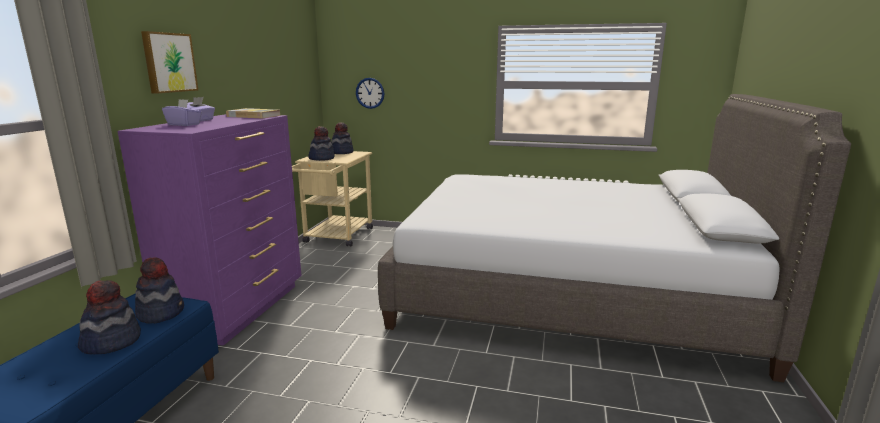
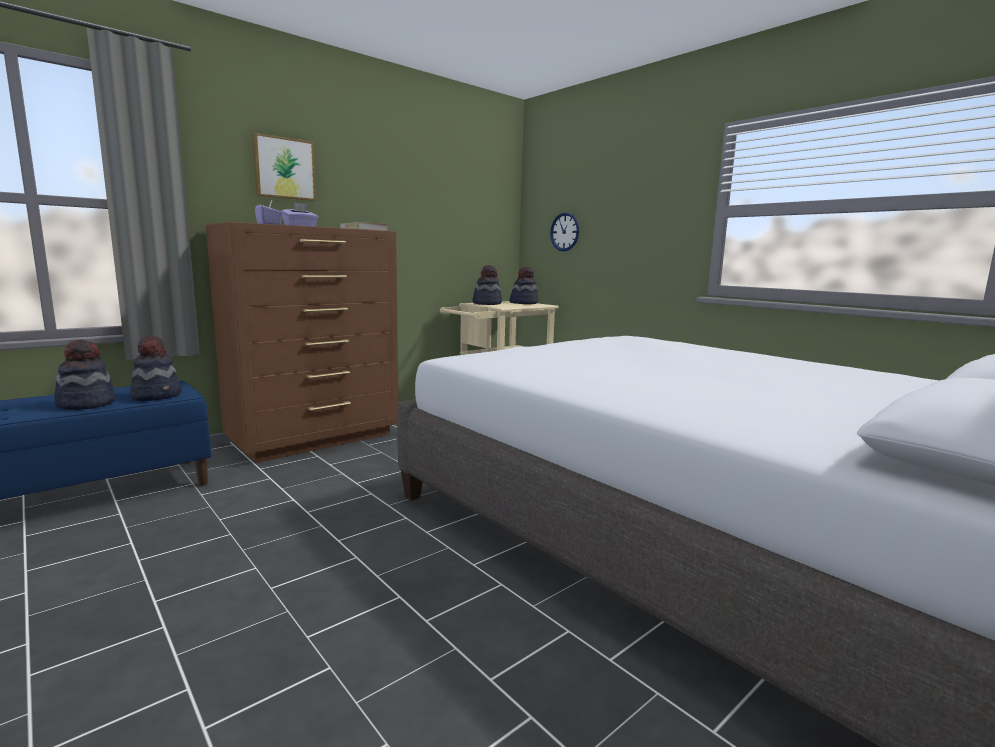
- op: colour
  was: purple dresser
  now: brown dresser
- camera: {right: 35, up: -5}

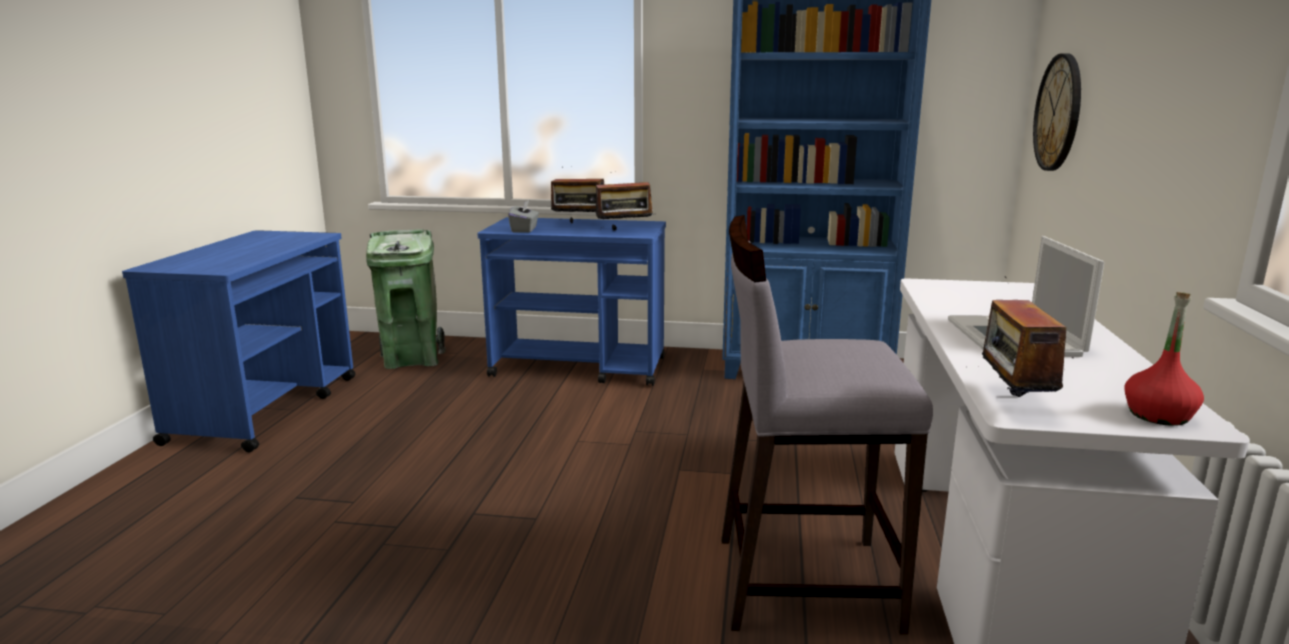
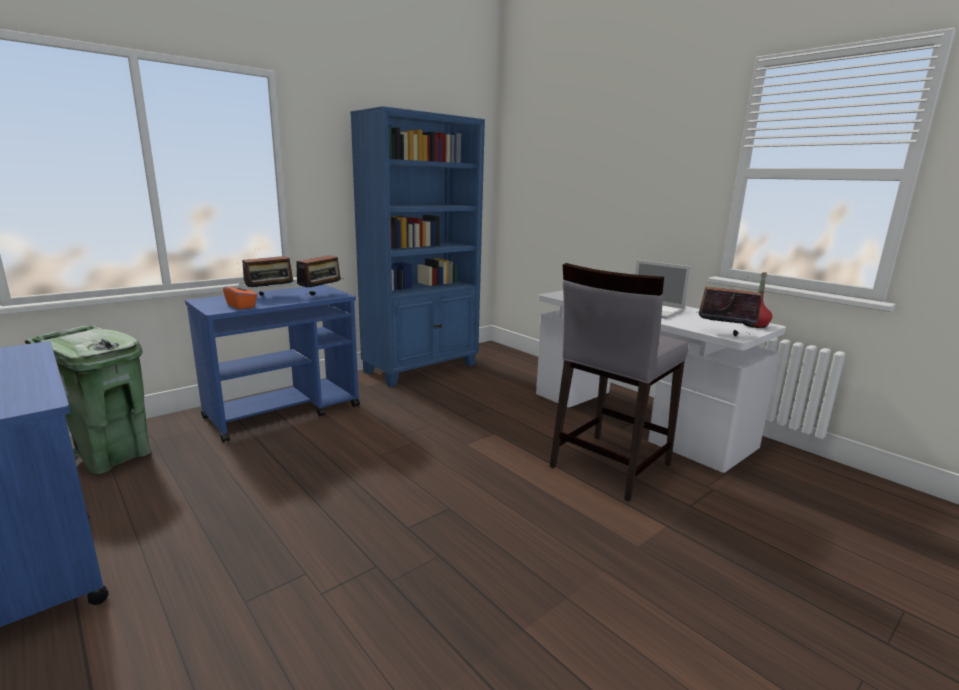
- op: colour
  was: grey tissue box
  now: orange tissue box
- op: spun
  was: radio (no. 3 from left)
  clockwise: 150
- op: missing
  was: wall clock
- camera: {right: -50, up: 0}

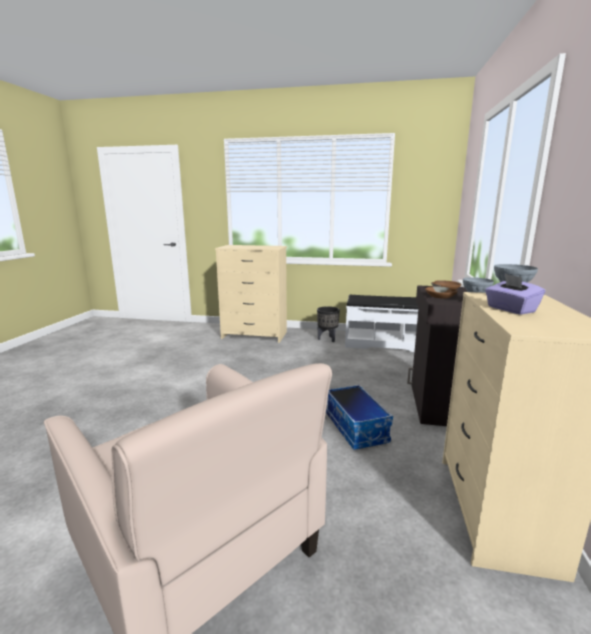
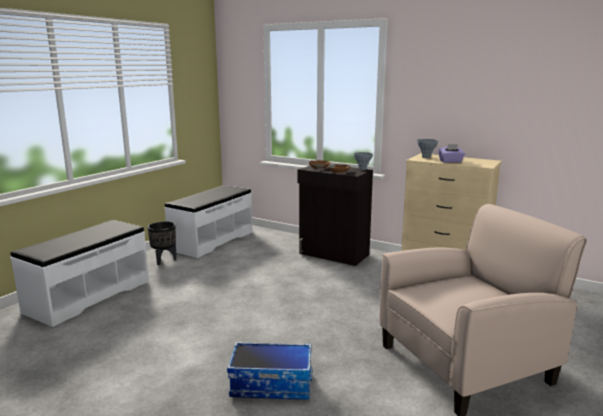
- op: exchanged
  was: beige dresser (no. 1 from left)
  now: white bench (no. 1 from left)
- op: relocated
  was: storage box
- camera: {right: -70, up: 0}

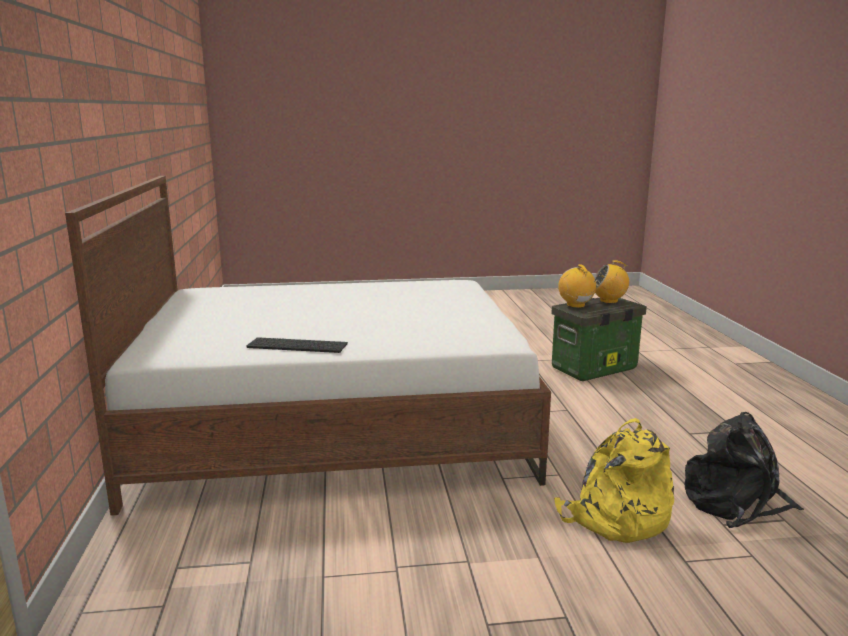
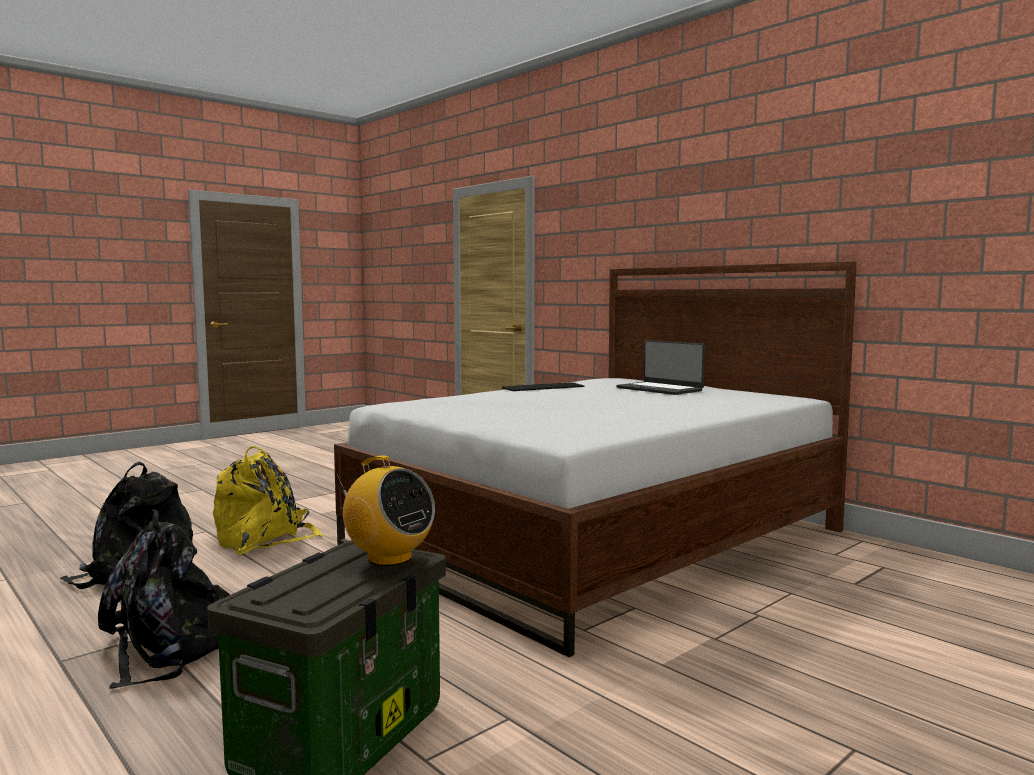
- op: appeared
  now: black backpack (no. 2 from left)
- op: appeared
  now: laptop
- op: missing
  was: radio (no. 2 from left)
- camera: {right: 145, up: -10}

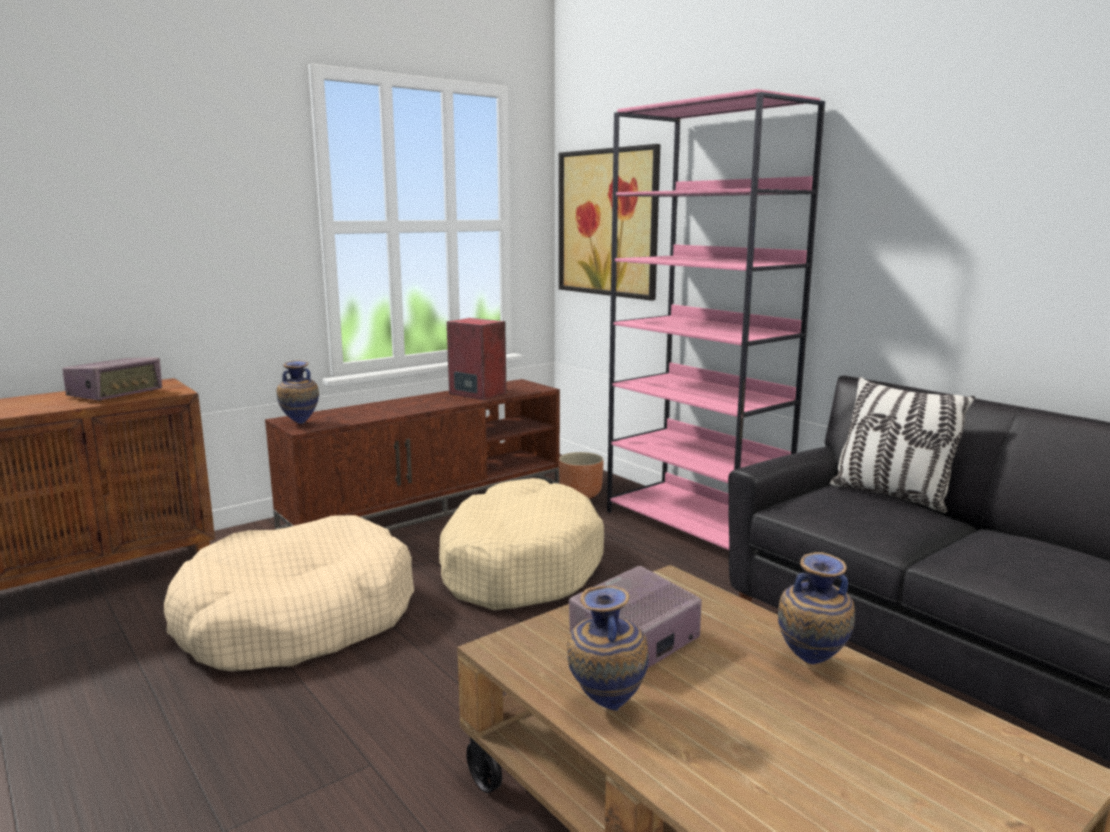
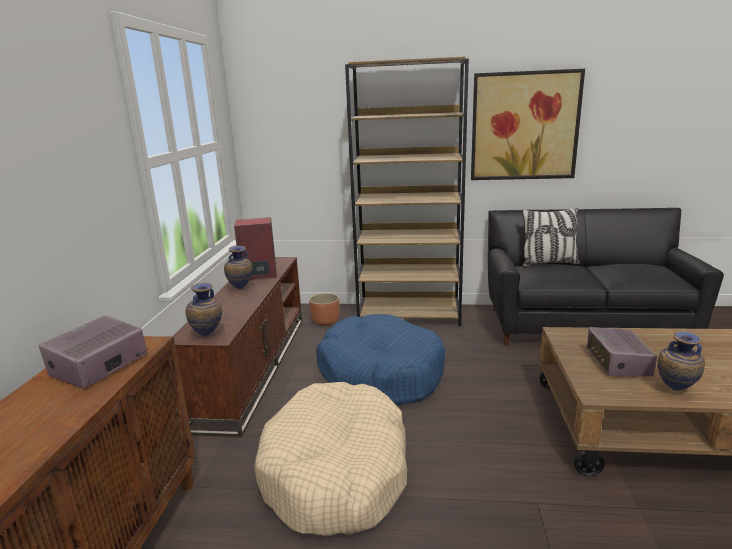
- op: spun
  was: radio (no. 1 from left)
  clockwise: -135
- op: relocated
  was: vase (no. 3 from left in the first image)
  now: vase (no. 2 from left)
- op: colour
  was: beige dog bed (no. 2 from left)
  now: blue dog bed
- op: colour
  was: pink bookcase
  now: brown bookcase
- op: relocated
  was: picture
- camera: {right: -45, up: 5}

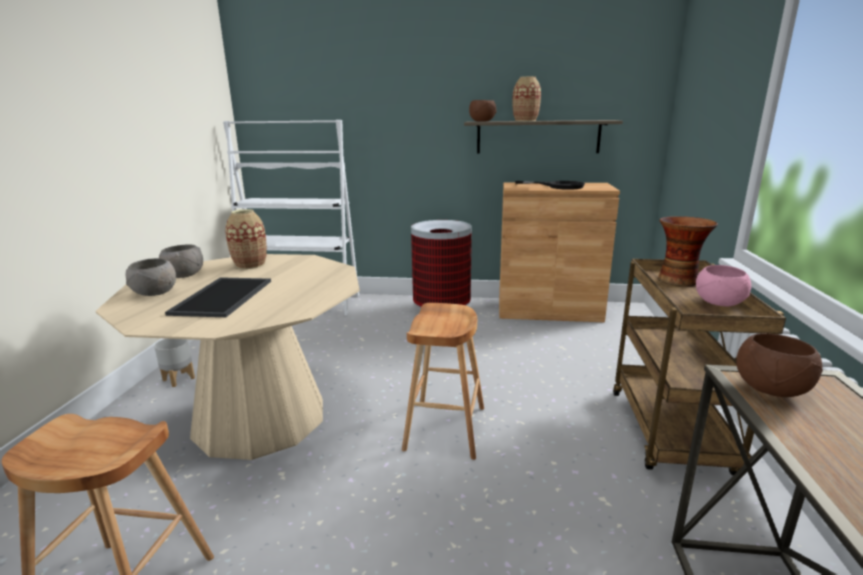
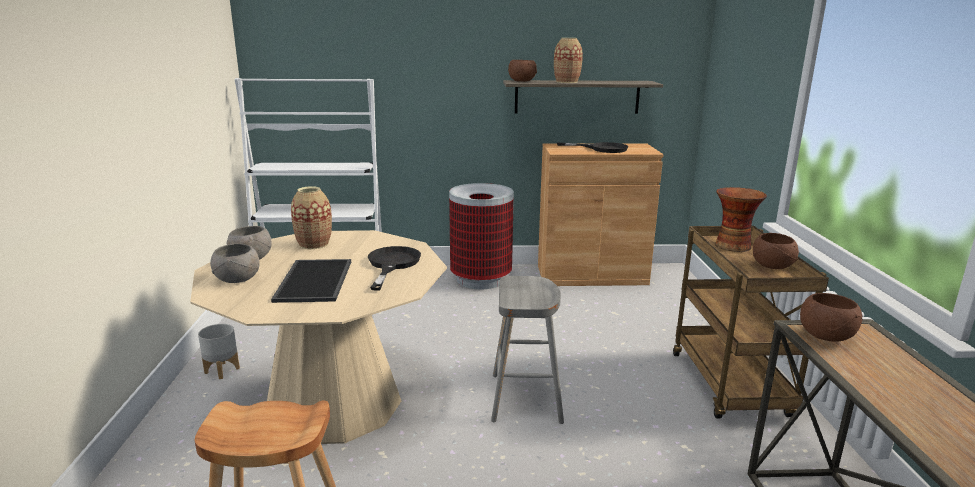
- op: appeared
  now: black frying pan (no. 1 from left)
- op: colour
  was: brown stool (no. 2 from left)
  now: grey stool
- op: colour
  was: pink bowl
  now: brown bowl (no. 2 from left)
- camera: {right: -10, up: 0}

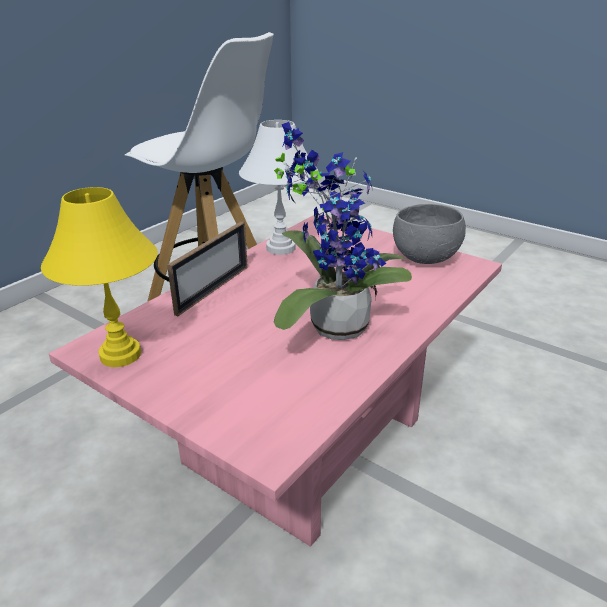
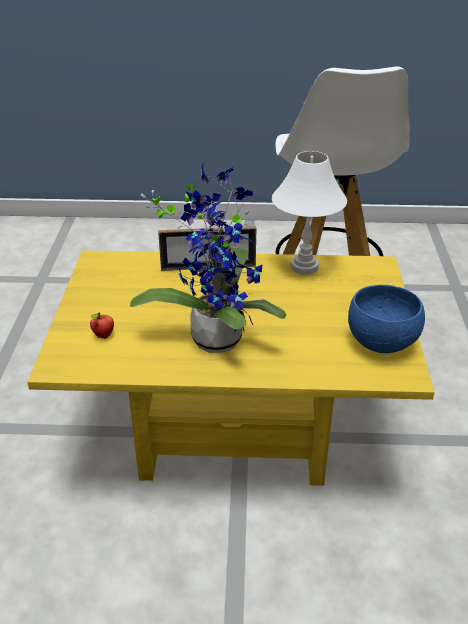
- op: colour
  was: pink coffee table
  now: yellow coffee table
- op: appeared
  now: apple
- op: colour
  was: grey bowl
  now: blue bowl
- op: missing
  was: yellow table lamp
- camera: {right: 55, up: 5}

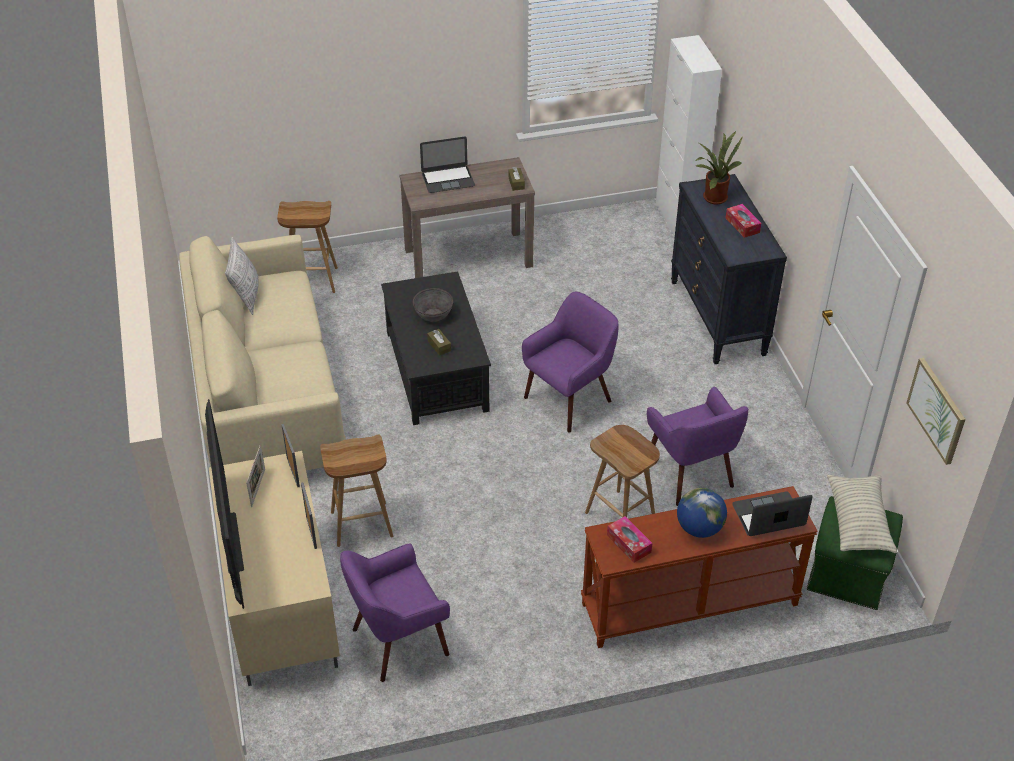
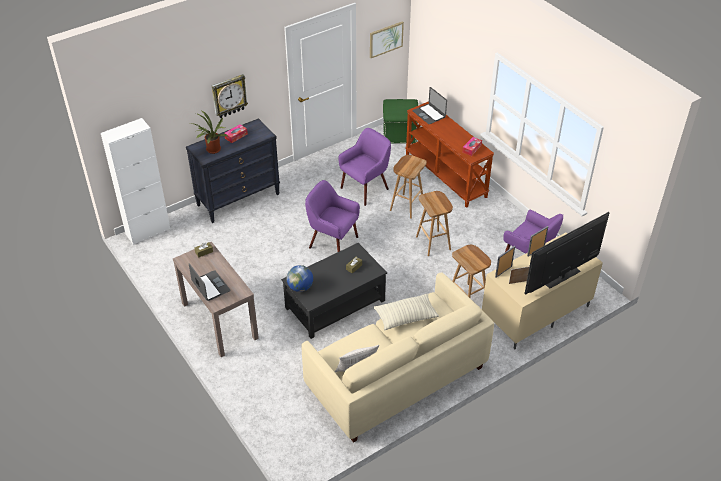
- op: appeared
  now: wall clock
- op: relocated
  was: globe
- op: relocated
  was: pillow (no. 2 from left)
- op: relocated
  was: brown stool (no. 1 from left in the first image)
  now: brown stool (no. 2 from left)
- op: missing
  was: grey bowl
- camera: {right: -110, up: 0}

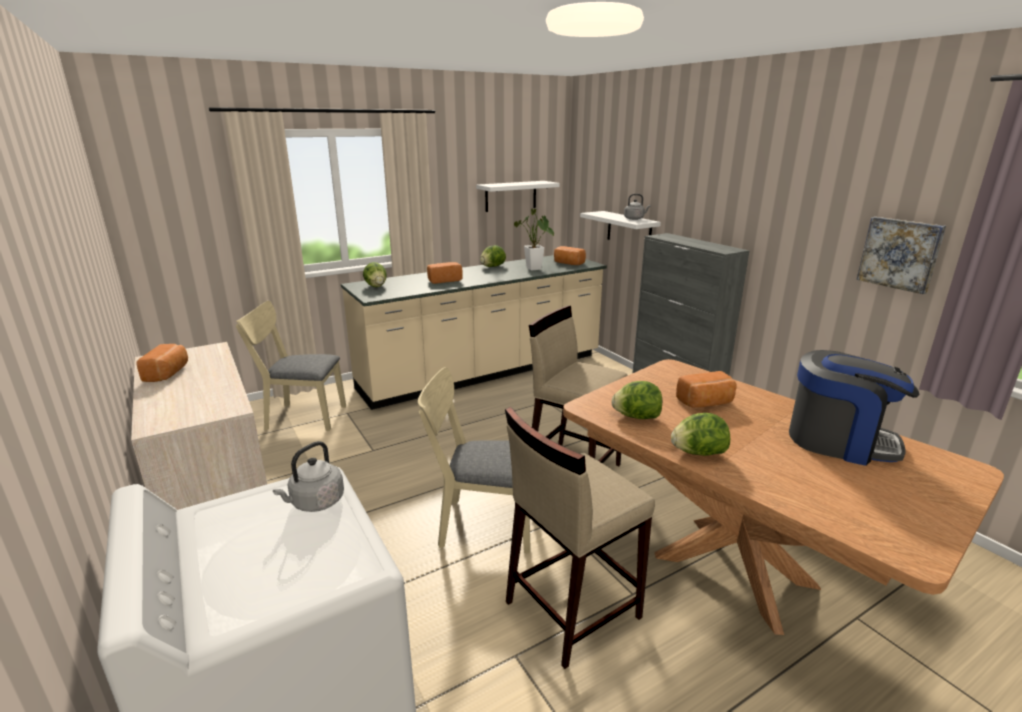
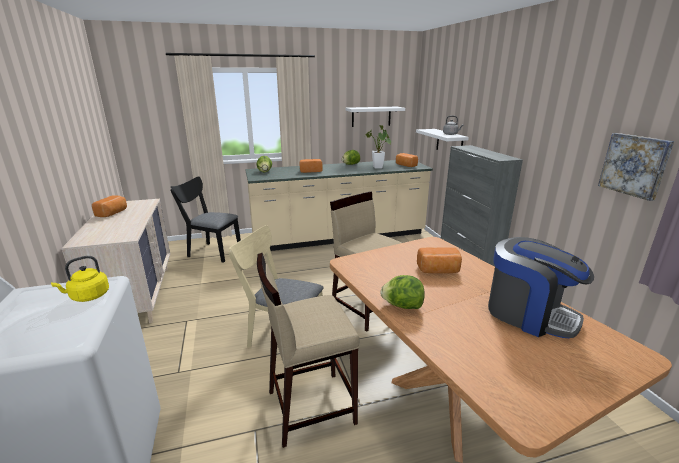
- op: colour
  was: grey kettle (no. 1 from left)
  now: yellow kettle
- op: colour
  was: beige chair (no. 1 from left)
  now: black chair
- op: missing
  was: lettuce (no. 3 from left)
- camera: {right: 15, up: 0}

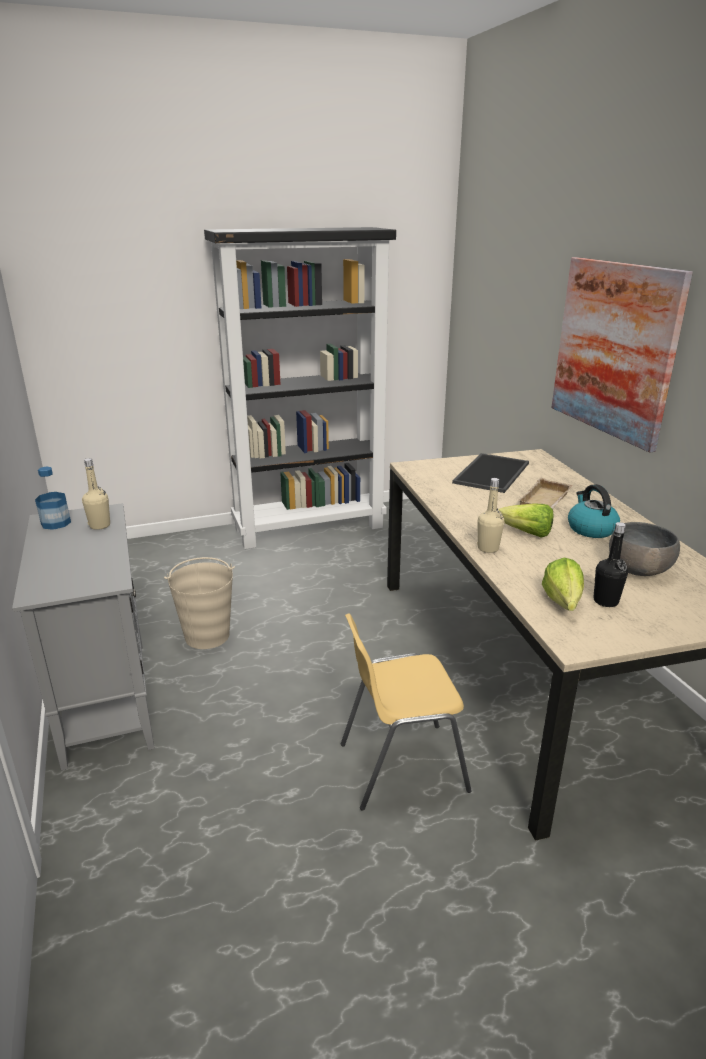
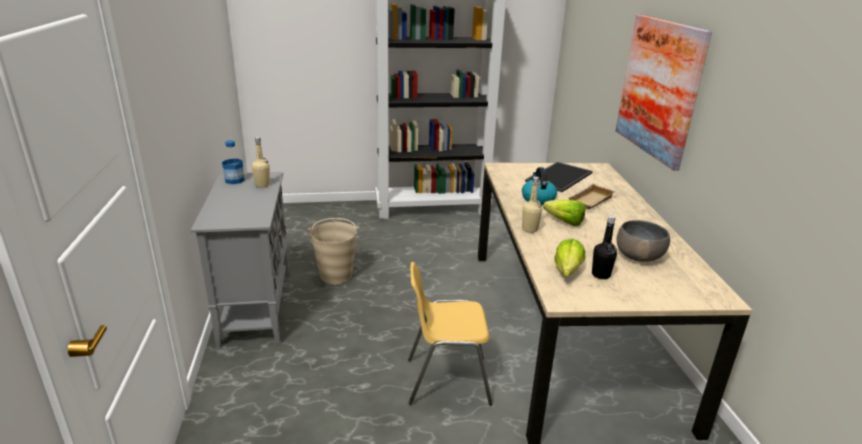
- op: relocated
  was: kettle
- camera: {right: 10, up: 0}

